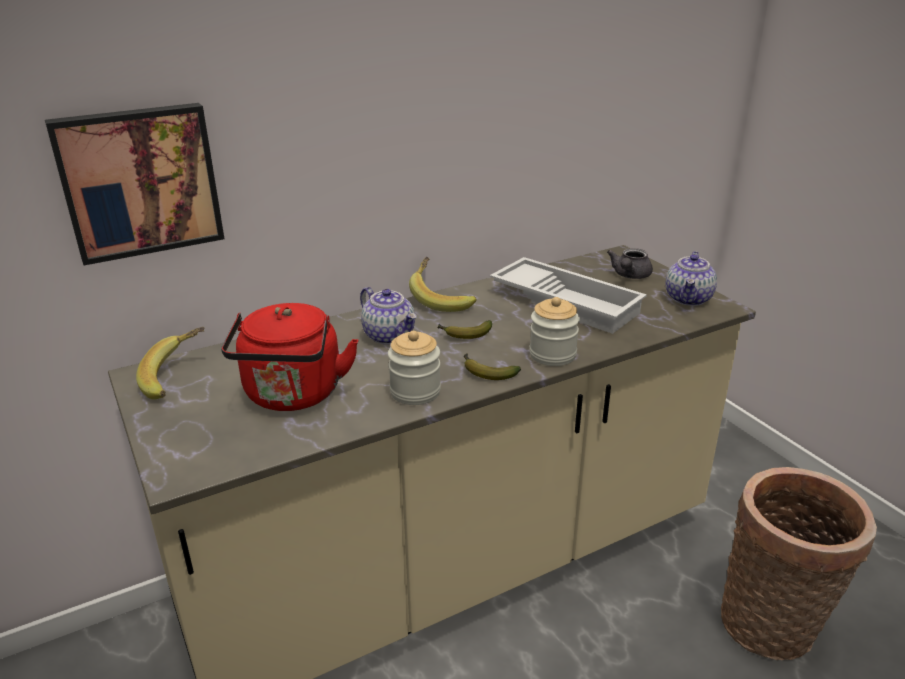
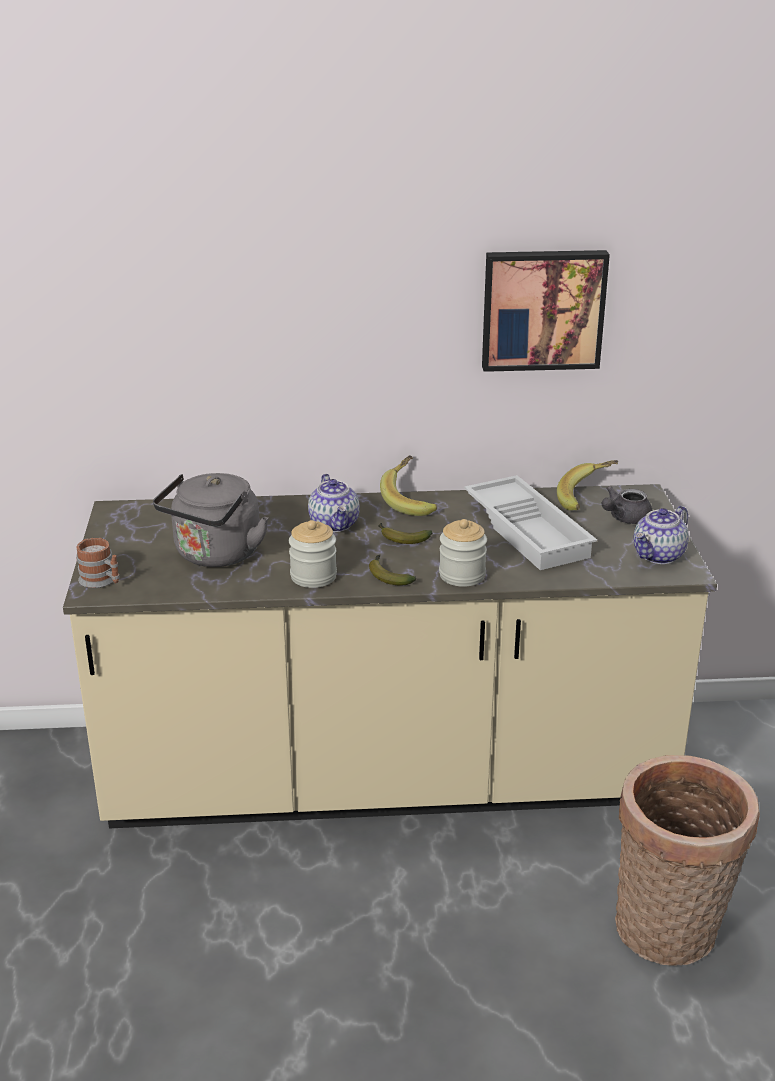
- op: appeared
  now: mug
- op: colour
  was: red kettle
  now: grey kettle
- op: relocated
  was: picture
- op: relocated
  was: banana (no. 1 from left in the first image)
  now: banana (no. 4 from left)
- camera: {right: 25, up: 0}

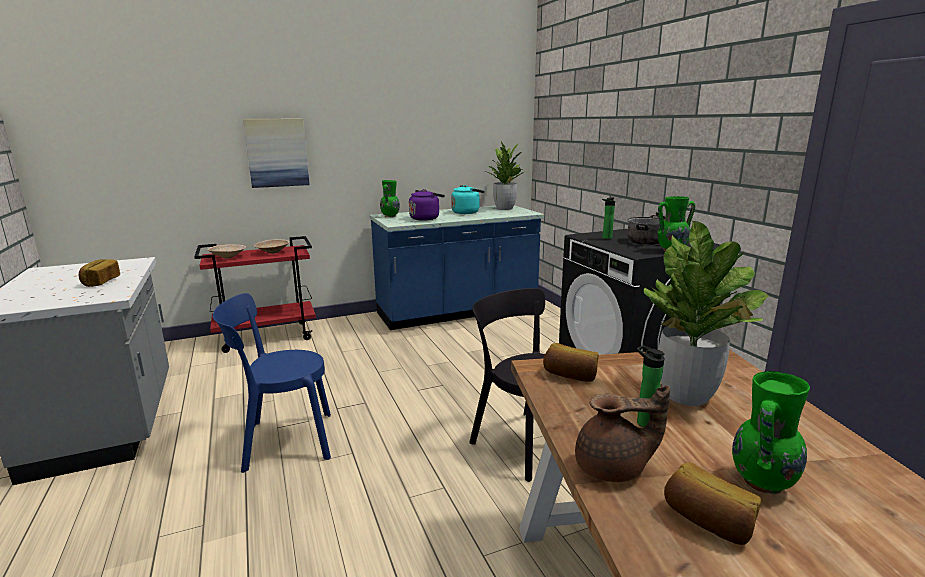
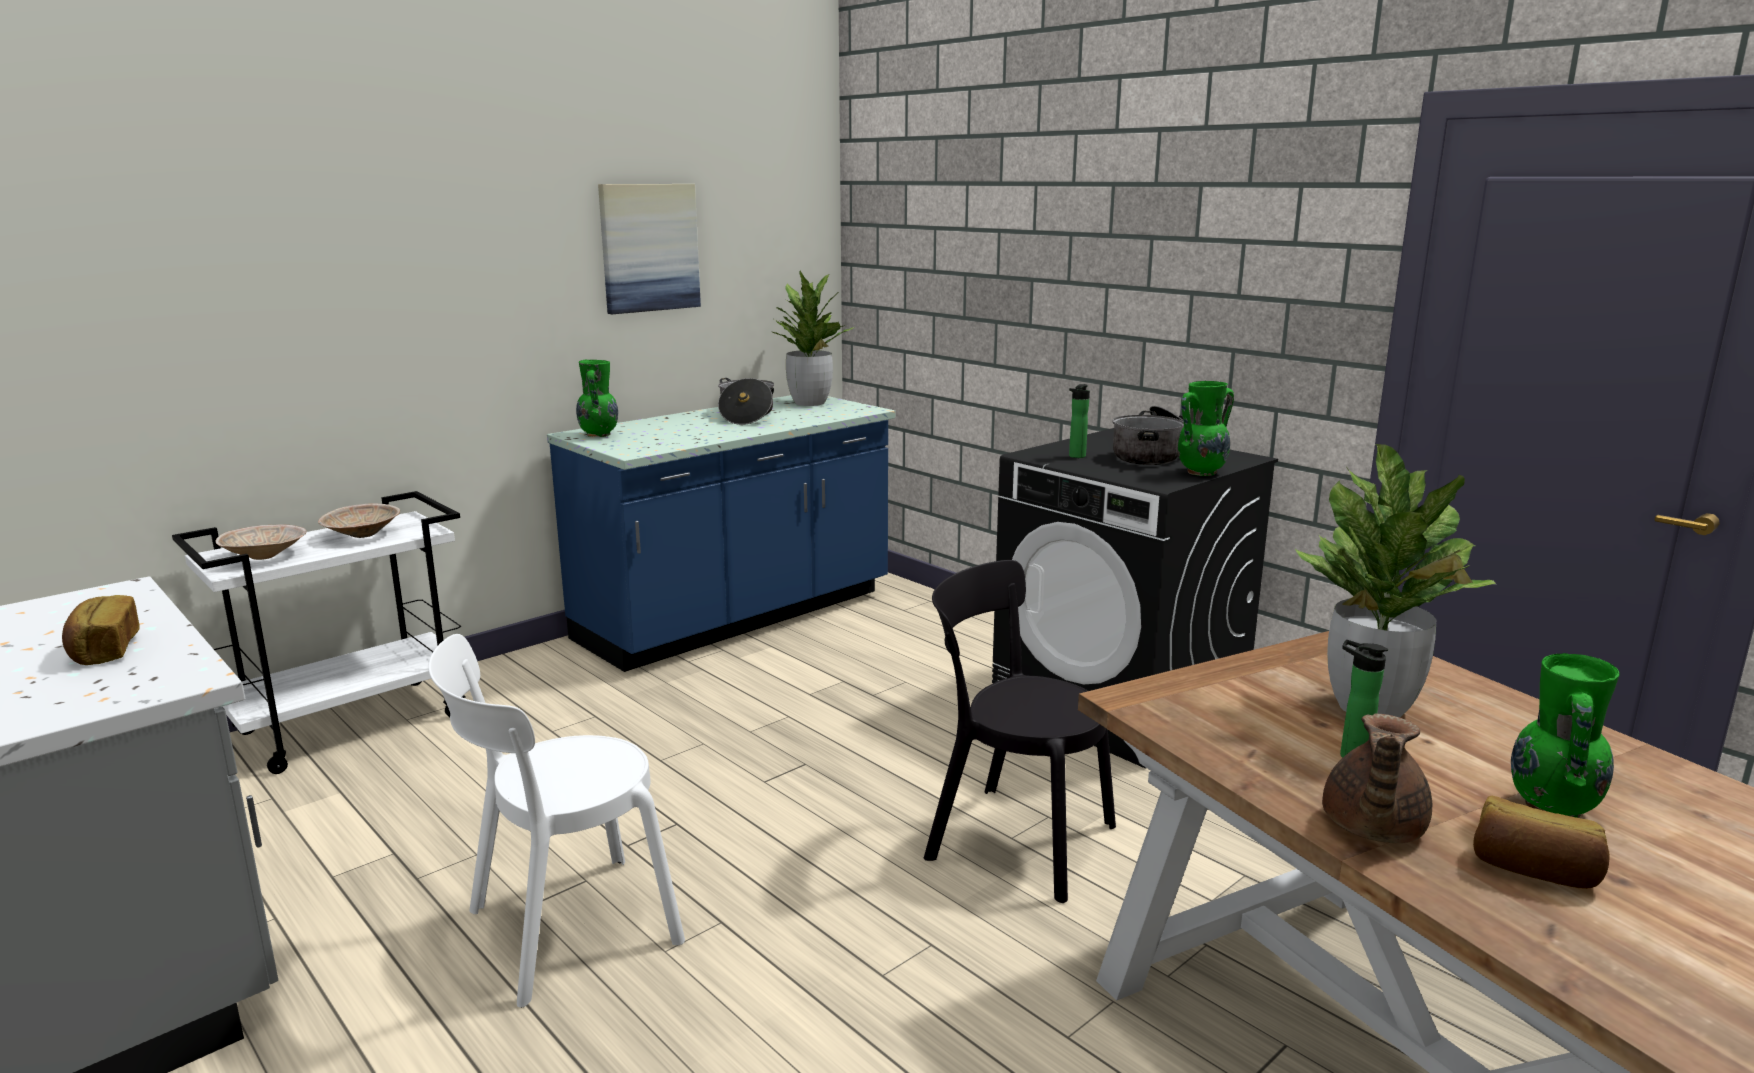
- op: colour
  was: red cart
  now: white cart
- op: colour
  was: blue chair
  now: white chair
- op: relocated
  was: picture
- op: exchanged
  was: turquoise kettle
  now: cooking pot (no. 1 from left)
- op: spun
  was: brown teapot
  clockwise: 135
- op: missing
  was: purple kettle
- op: missing
  was: bread (no. 2 from left)
- camera: {right: -20, up: 0}

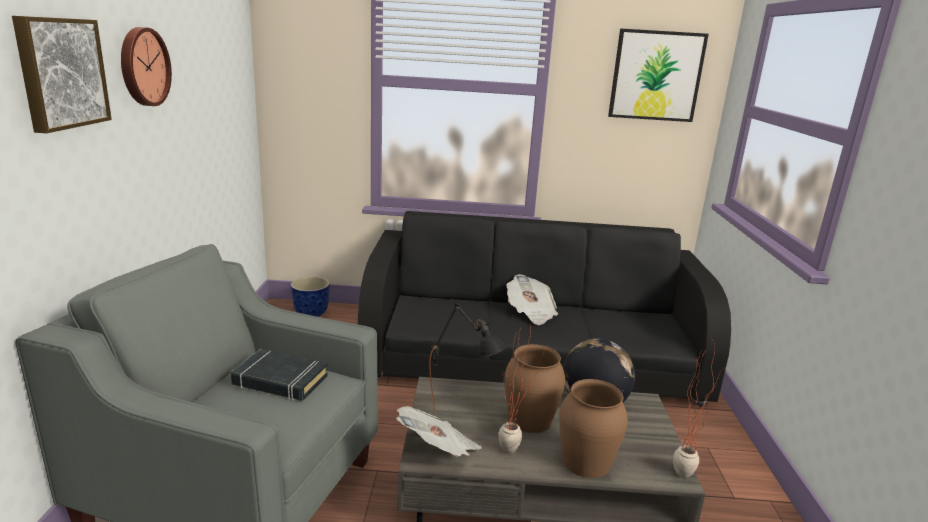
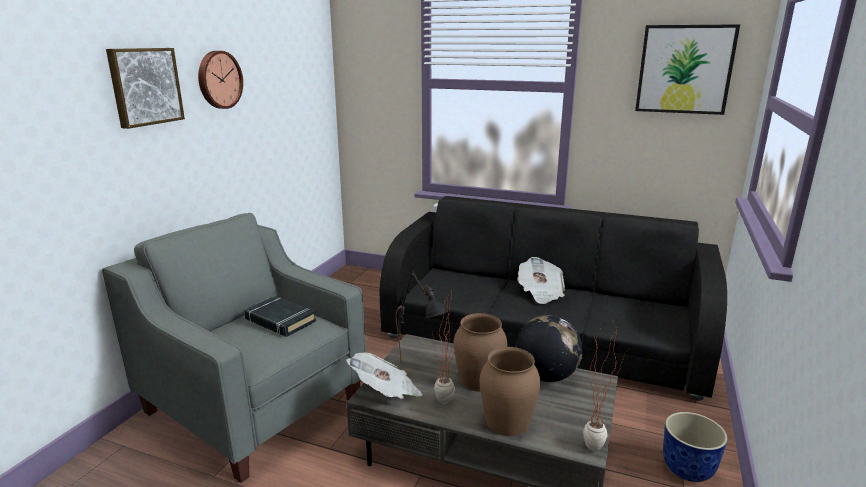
- op: relocated
  was: planter
- camera: {right: 20, up: 0}

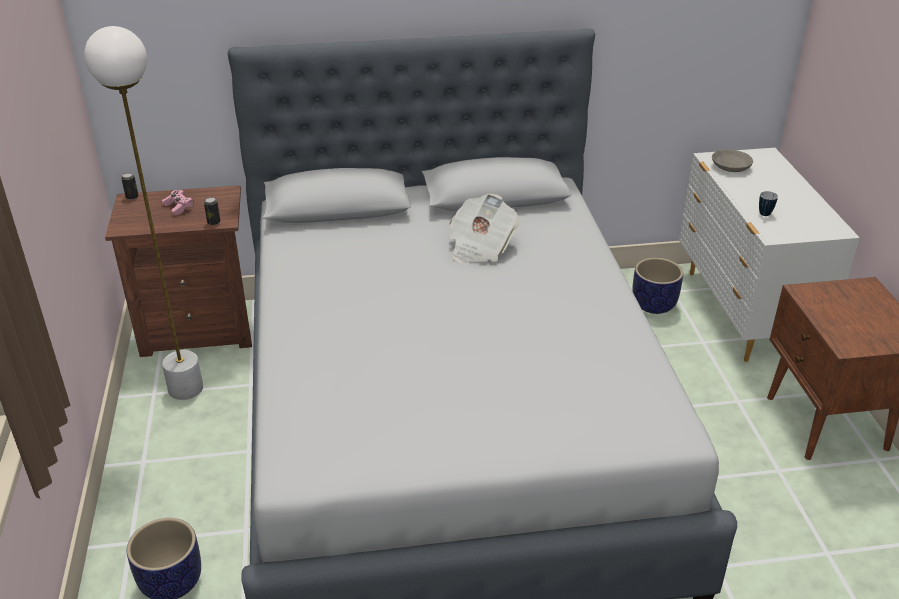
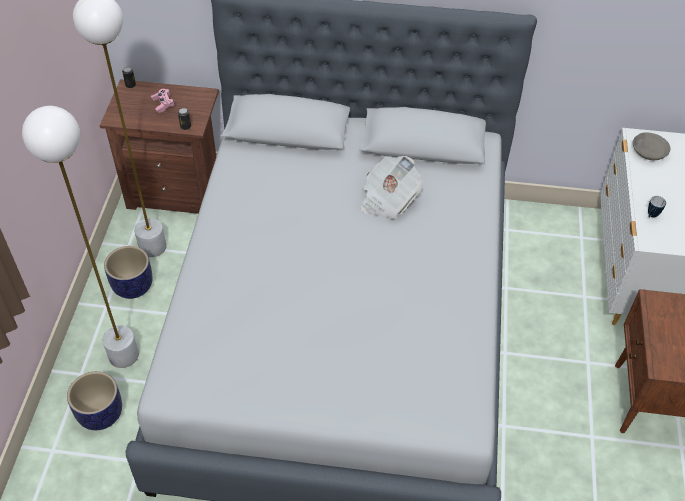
- op: appeared
  now: white floor lamp (no. 1 from left)
- op: relocated
  was: planter (no. 2 from left)
- camera: {right: 15, up: 15}

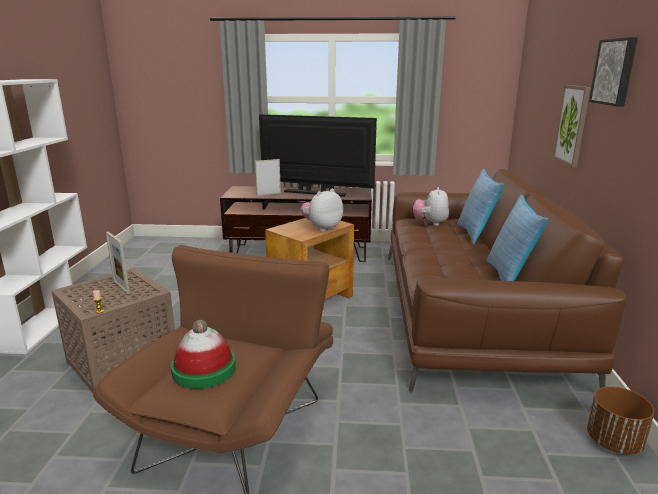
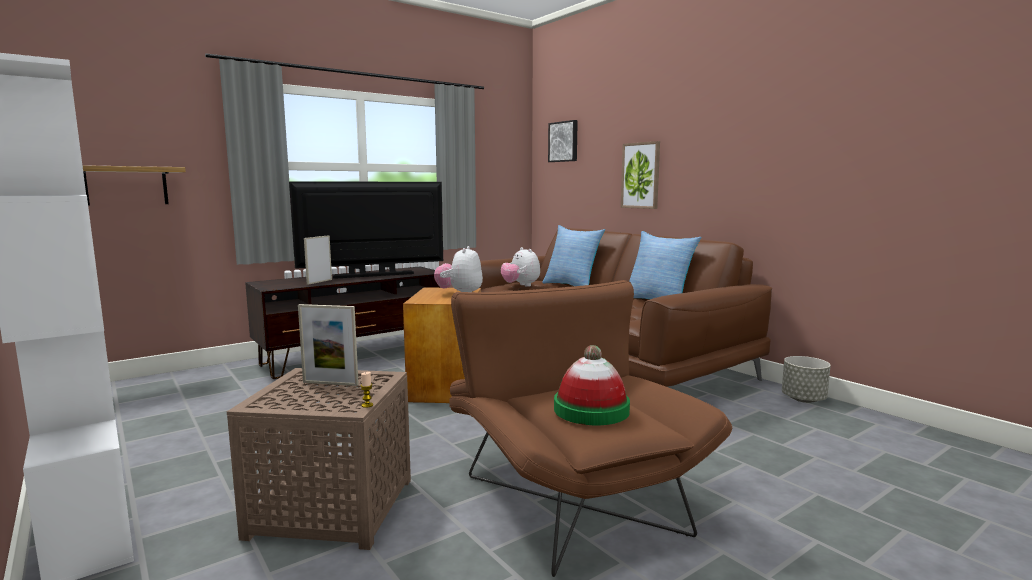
- op: appeared
  now: shelf
- op: relocated
  was: picture (no. 2 from left in the first image)
  now: picture (no. 1 from left)
- op: colour
  was: brown planter
  now: grey planter
- camera: {right: -40, up: -10}

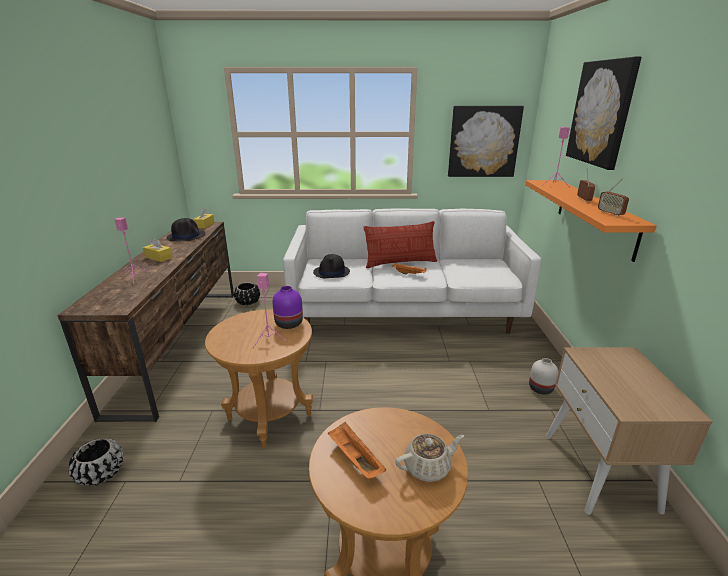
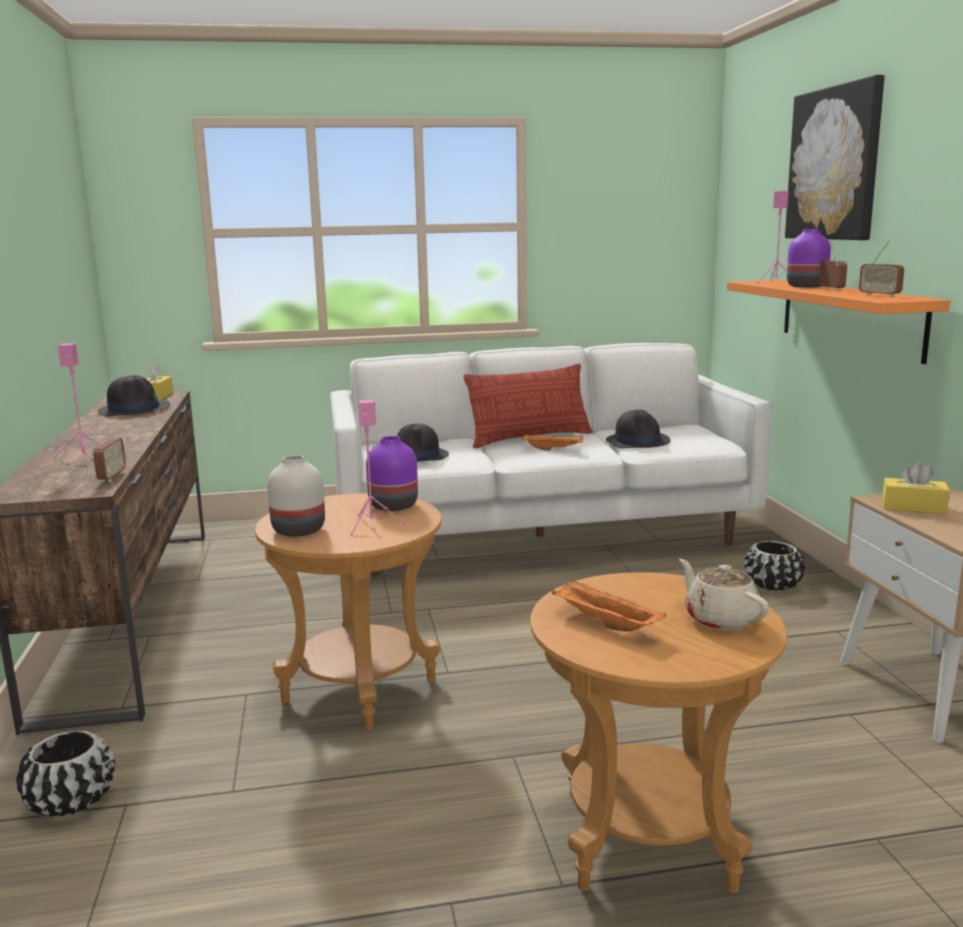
- op: appeared
  now: radio (no. 1 from left)
- op: relocated
  was: white vase
- op: appeared
  now: black hat (no. 3 from left)
- op: spun
  was: beige teapot
  clockwise: -90
- op: relocated
  was: black planter (no. 2 from left)
- op: appeared
  now: purple vase (no. 2 from left)
- op: relocated
  was: yellow tissue box (no. 1 from left in the first image)
  now: yellow tissue box (no. 2 from left)
- op: missing
  was: picture (no. 1 from left)
- camera: {right: -10, up: -10}

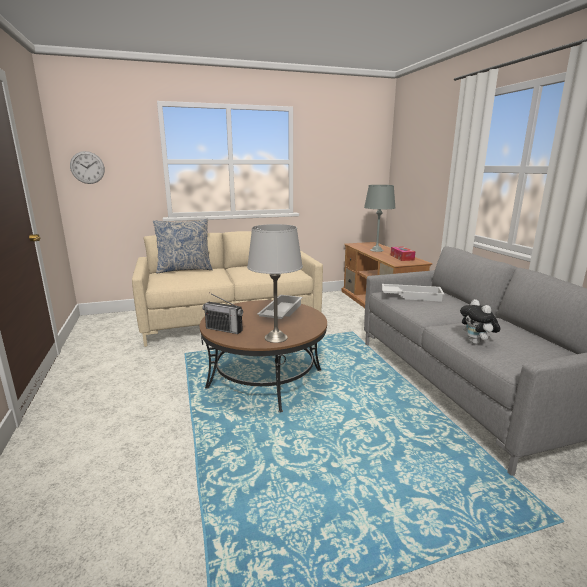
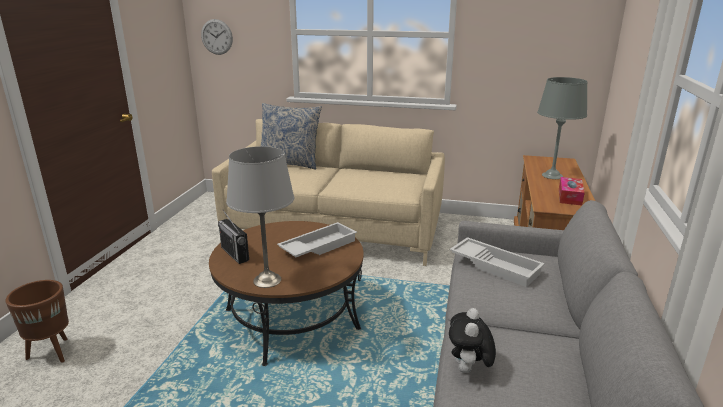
- op: appeared
  now: brown planter
- camera: {right: 30, up: 5}

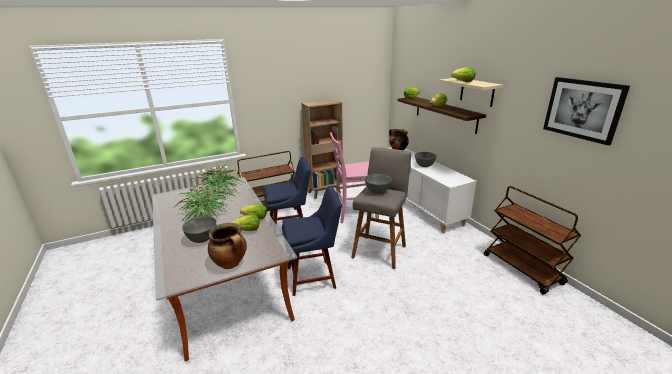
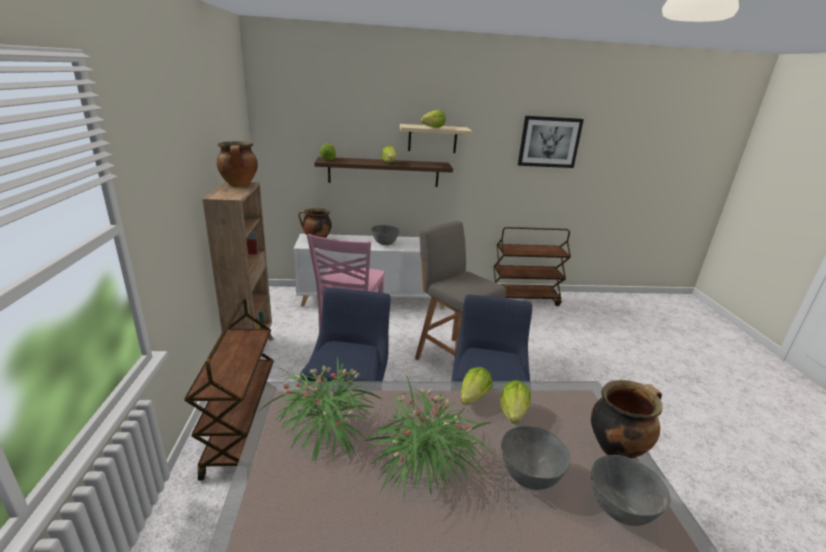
- op: appeared
  now: cooking pot (no. 1 from left)
- op: relocated
  was: grey bowl (no. 2 from left in the first image)
  now: grey bowl (no. 3 from left)
- camera: {right: -70, up: 0}

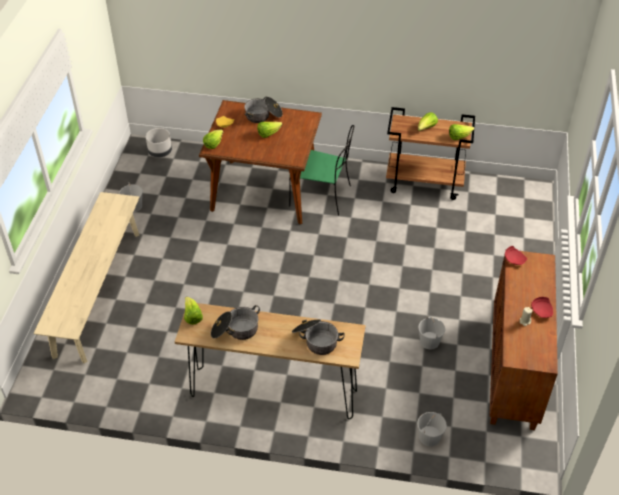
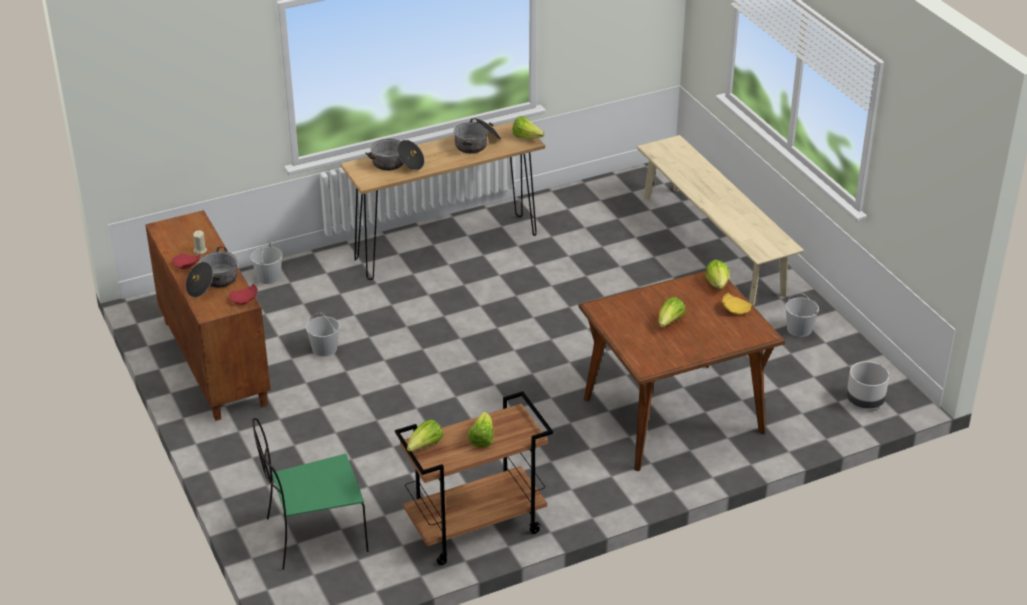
- op: relocated
  was: cooking pot (no. 2 from left in the first image)
  now: cooking pot (no. 1 from left)
- op: relocated
  was: green chair
- camera: {right: 145, up: -10}

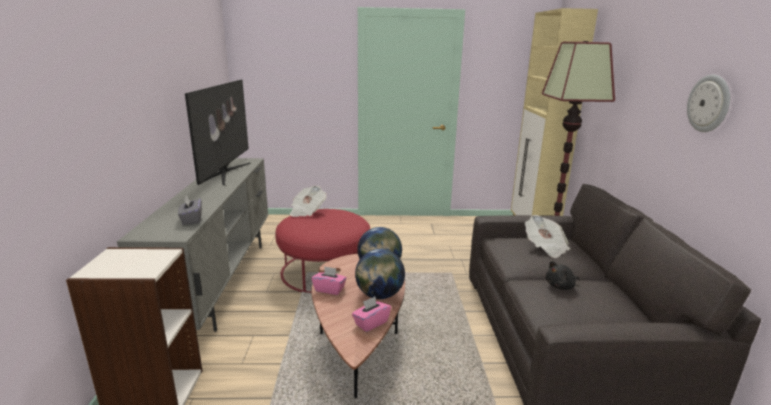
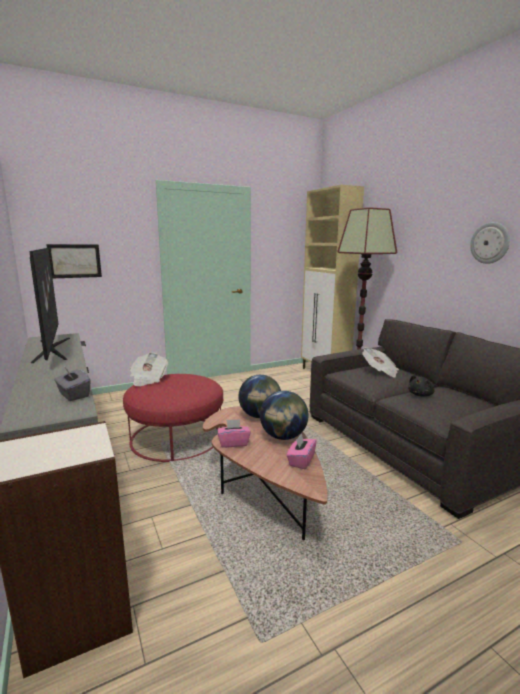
- op: appeared
  now: picture
- camera: {right: -25, up: -5}

